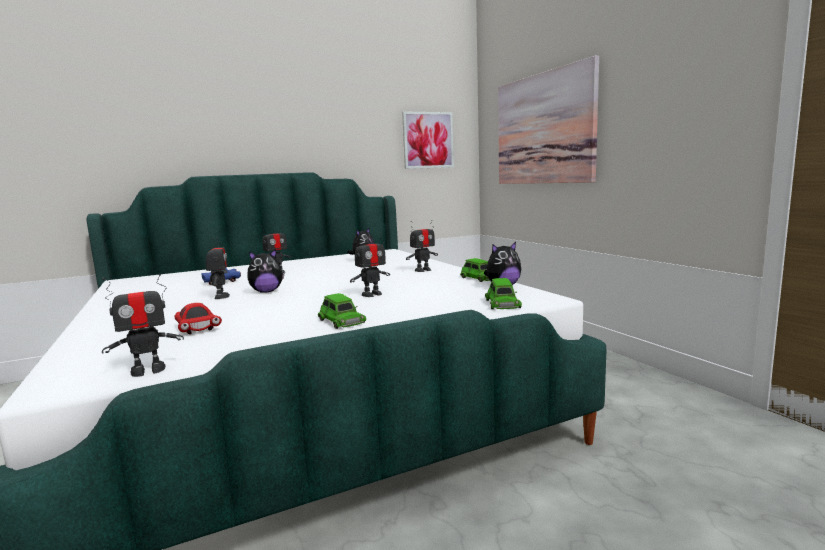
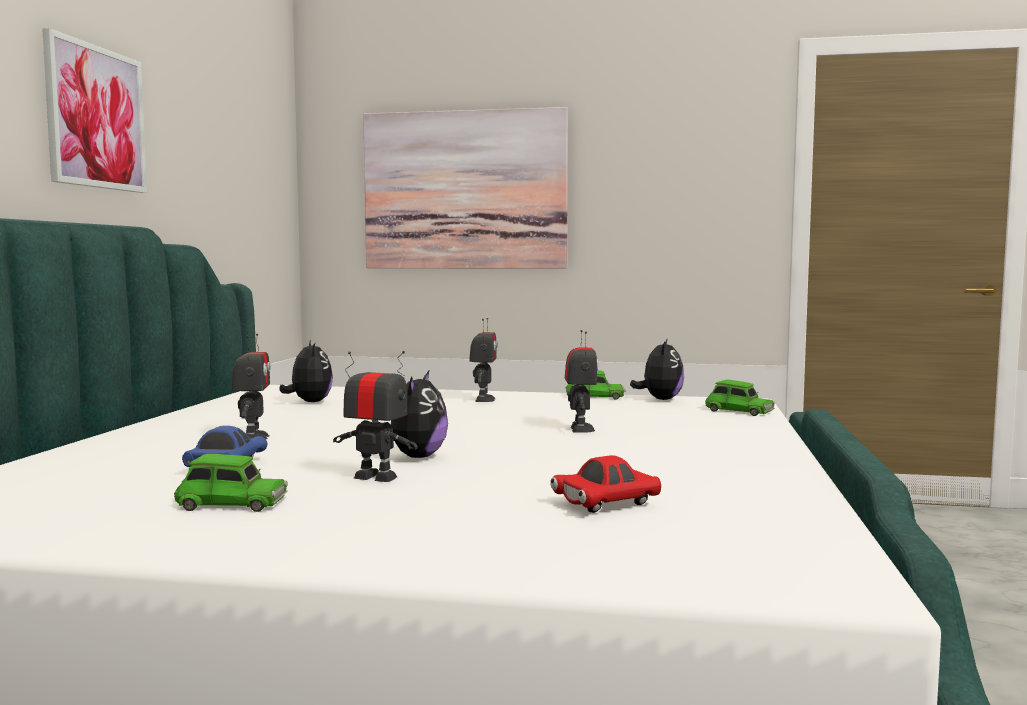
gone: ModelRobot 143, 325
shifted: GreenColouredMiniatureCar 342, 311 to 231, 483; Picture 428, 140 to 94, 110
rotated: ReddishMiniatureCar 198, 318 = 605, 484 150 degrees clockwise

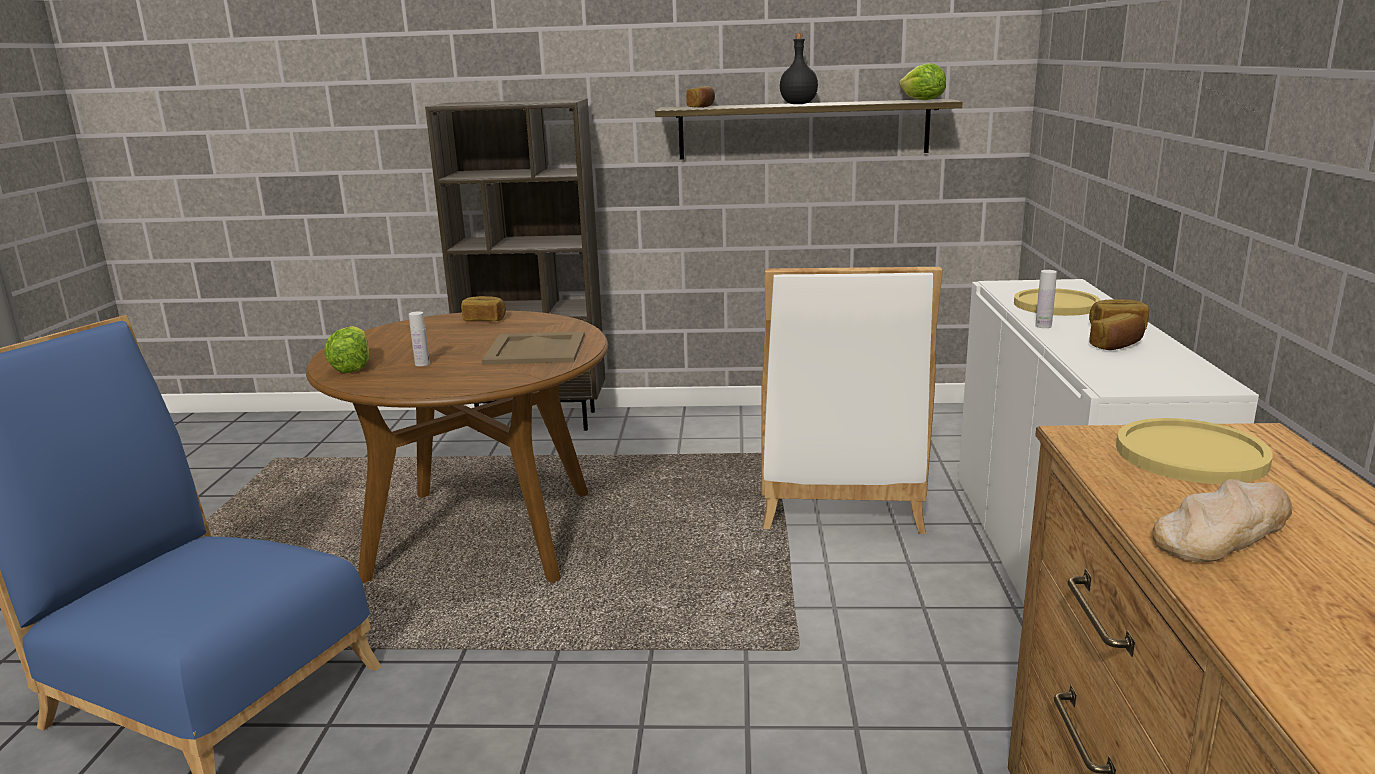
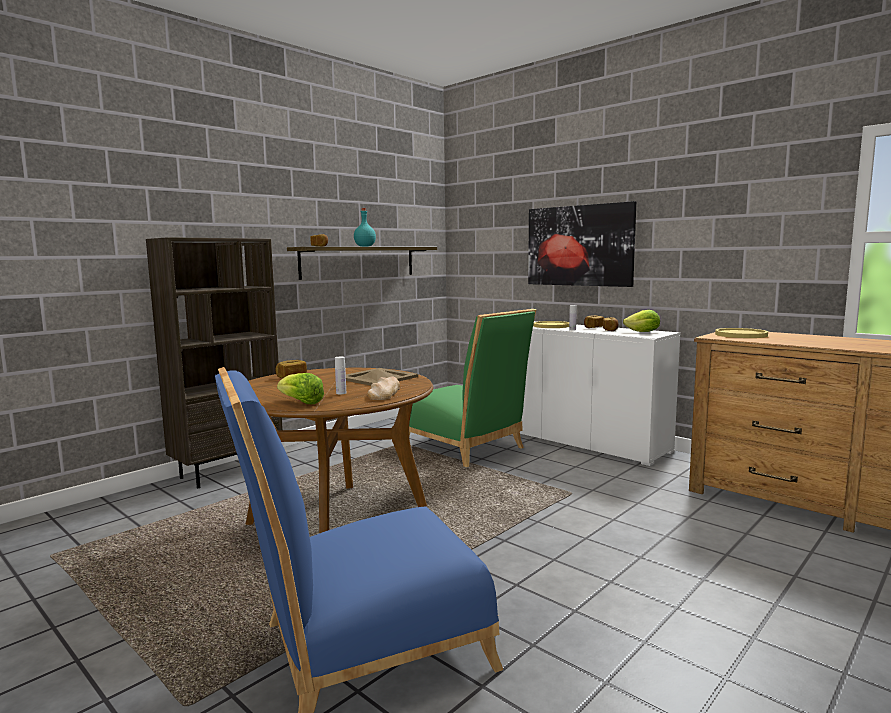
new: Picture 582, 244
shifted: HeadOfLettuce 922, 81 to 641, 321; BakeryBread 1222, 520 to 383, 388
repainted: WhiteColouredUprightChair 852, 400 to GreenColouredUprightChair 472, 388; BlackColouredBottle 799, 68 to TurquoiseColouredBottle 365, 227

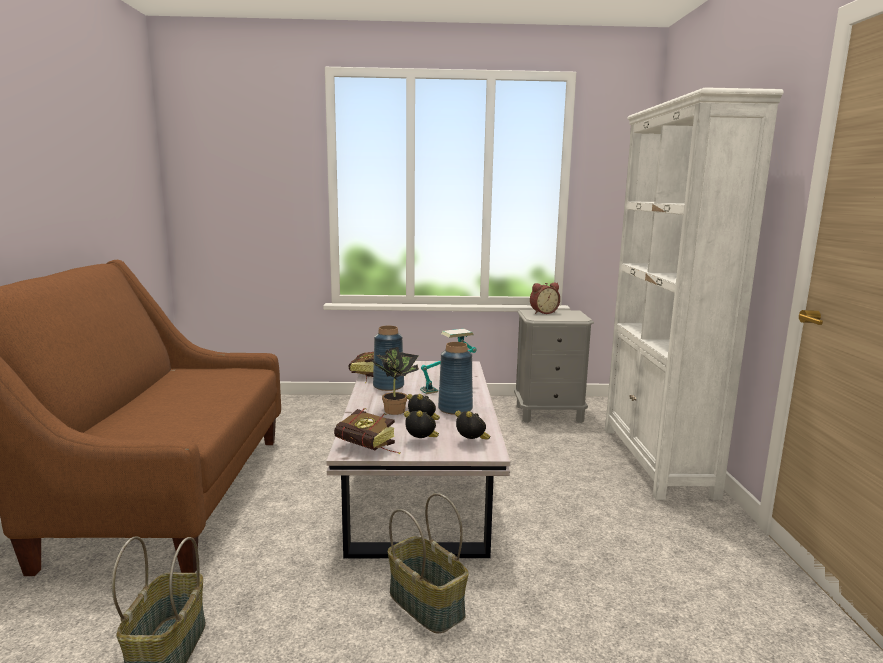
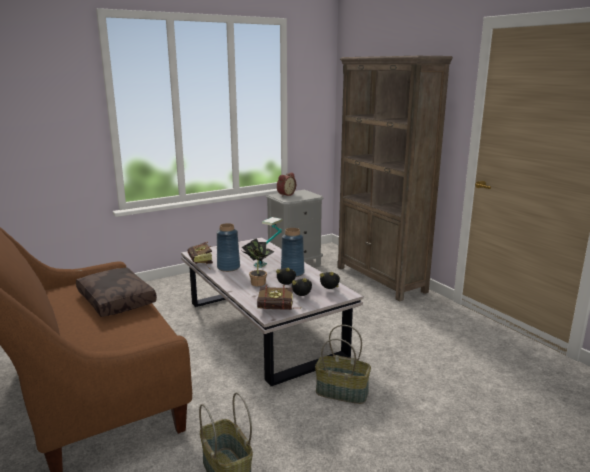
new: BrownishThrowPillow 116, 292
repainted: WhiteColouredShelvingUnit 694, 293 to BrownishShelvingUnit 395, 179

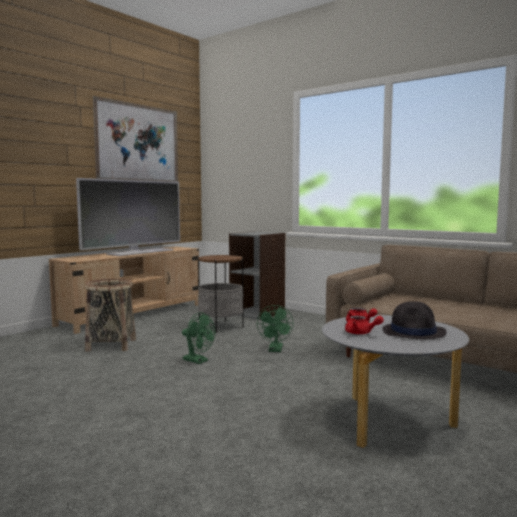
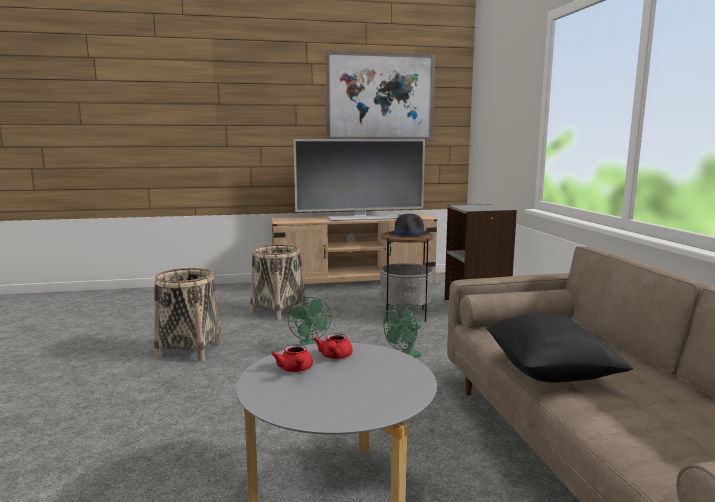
new: StorageBasket 188, 315; BlackColouredThrowPillow 560, 348
shifted: BlackColouredClothingHat 414, 320 to 409, 225

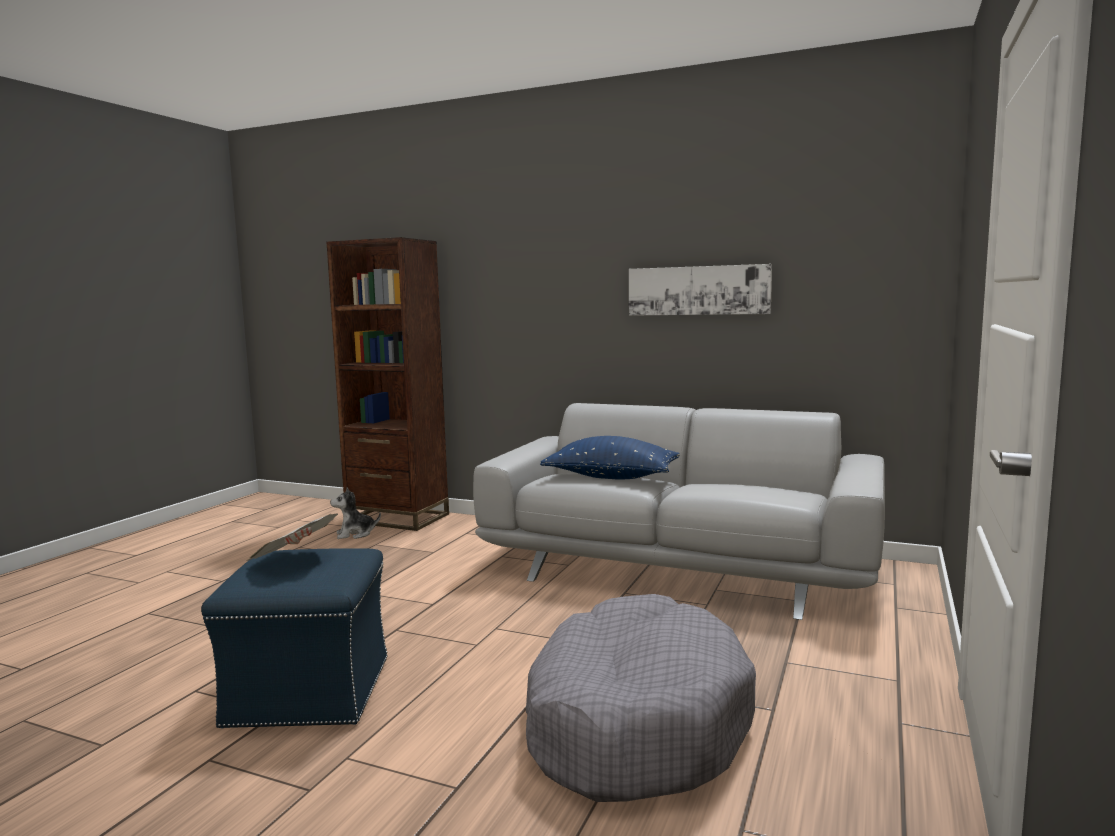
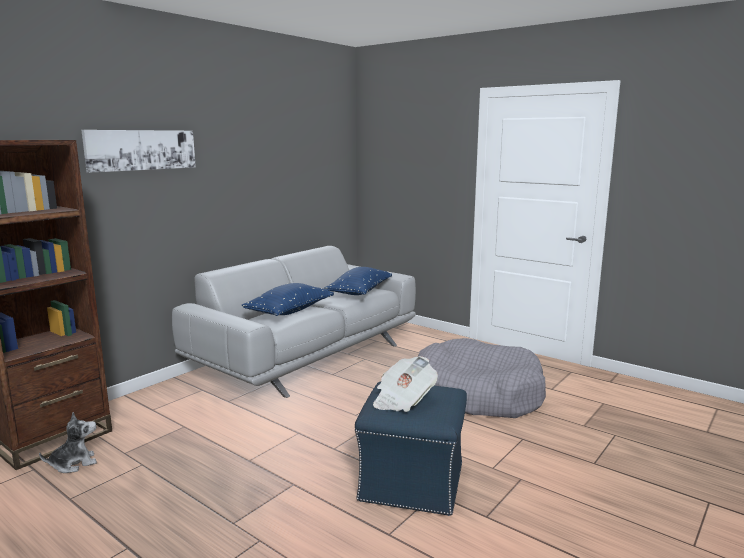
new: BlueThrowPillow 358, 281
shifted: Picture 700, 290 to 139, 151
rotated: PlushToy 355, 513 = 68, 442 120 degrees counterclockwise

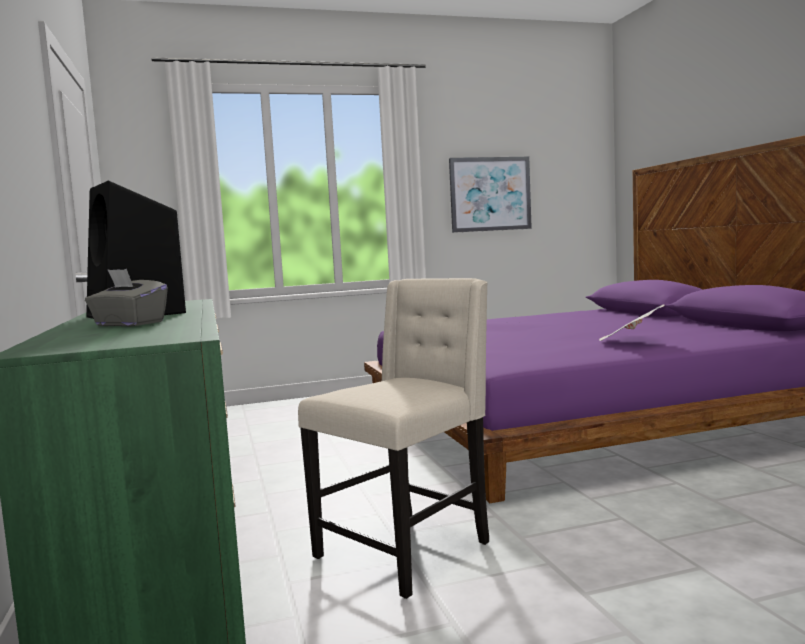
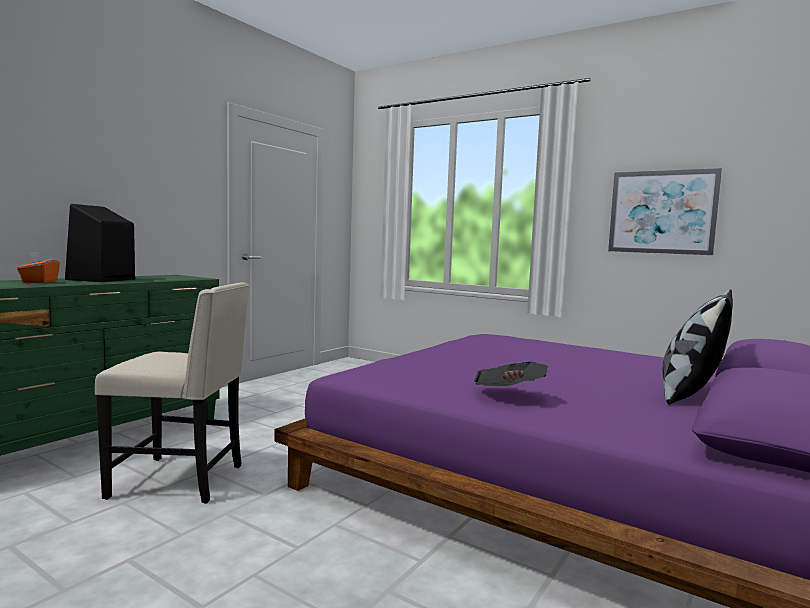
new: ThrowPillow 697, 347
repainted: GreyishBoxOfTissues 126, 297 to OrangeBoxOfTissues 38, 267

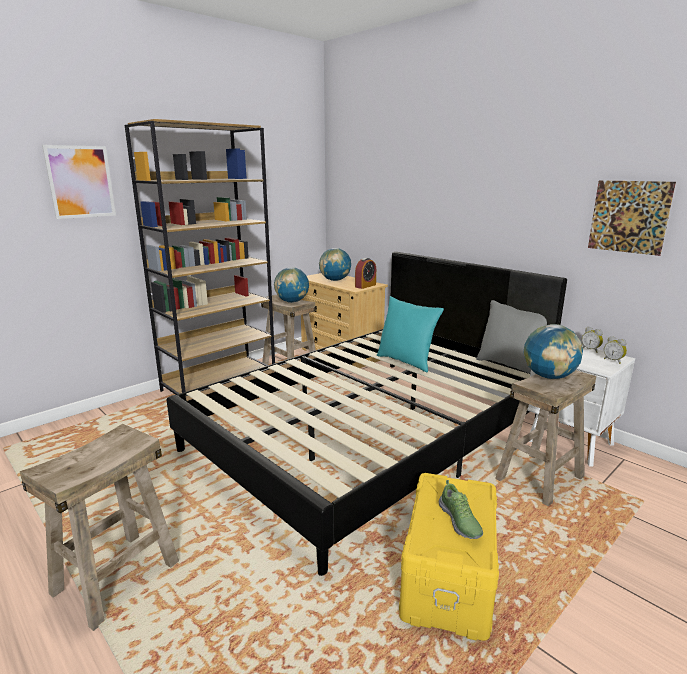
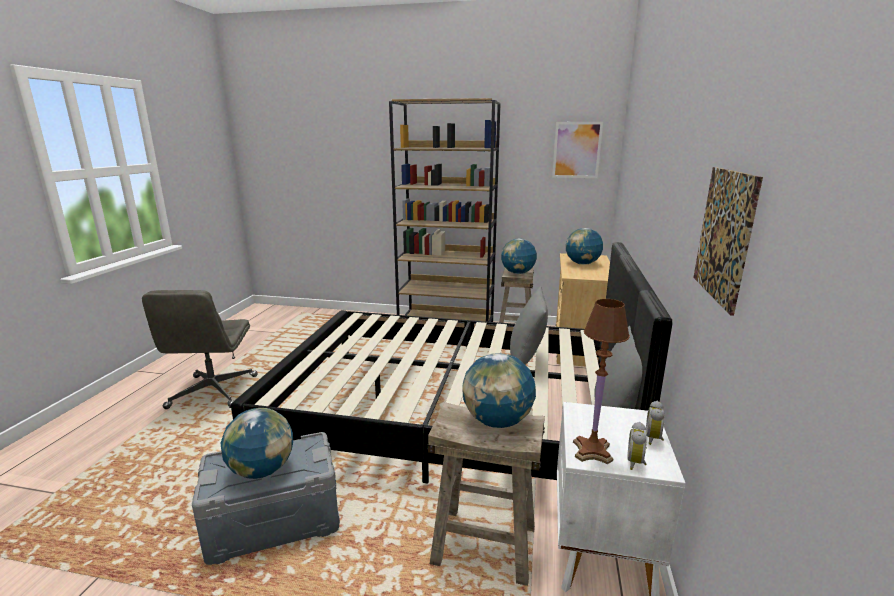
gone: BedsideClock 365, 273
new: BrownishTabletopLamp 601, 381
shifted: Picture 79, 182 to 577, 150
swapped: BeigeColouredStoolSeat 99, 527 to GreyishComputerChair 200, 349; LowShoe 461, 509 to DeskGlobe 256, 443
repainted: TurquoiseColouredThrowPillow 410, 334 to GreyishThrowPillow 529, 325; YellowColouredStorageBox 449, 557 to GreyishStorageBox 266, 498

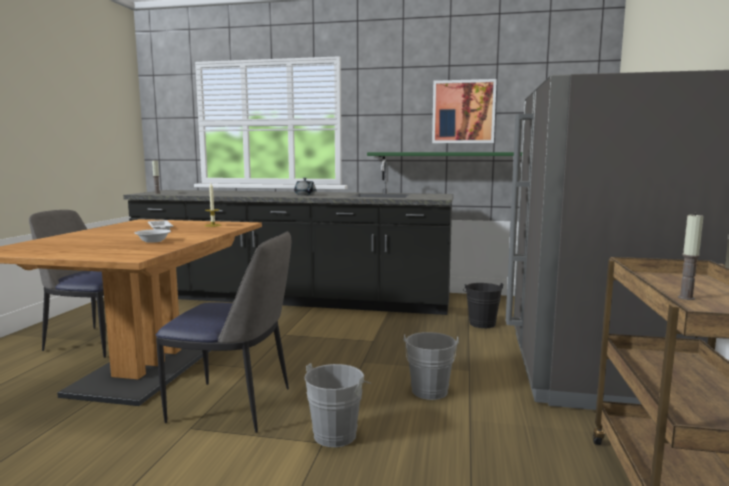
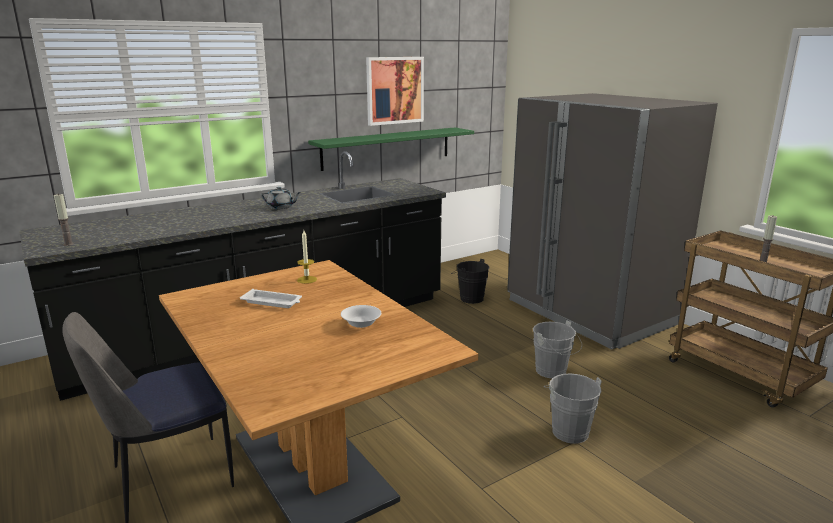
gone: UprightChair 223, 332

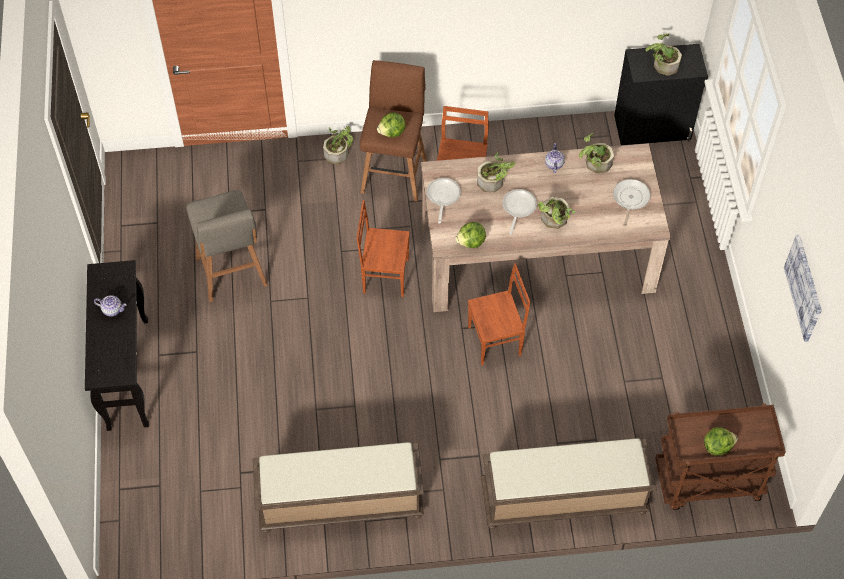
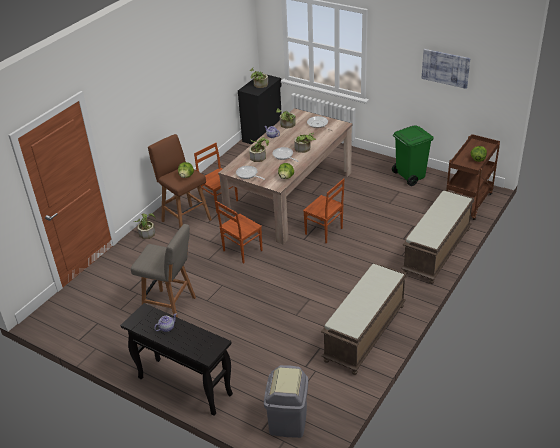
new: GreyishRubbishBin 286, 401; GreenColouredRubbishBin 412, 155
rotated: BrownishUprightChair 499, 314 = 323, 211 105 degrees clockwise

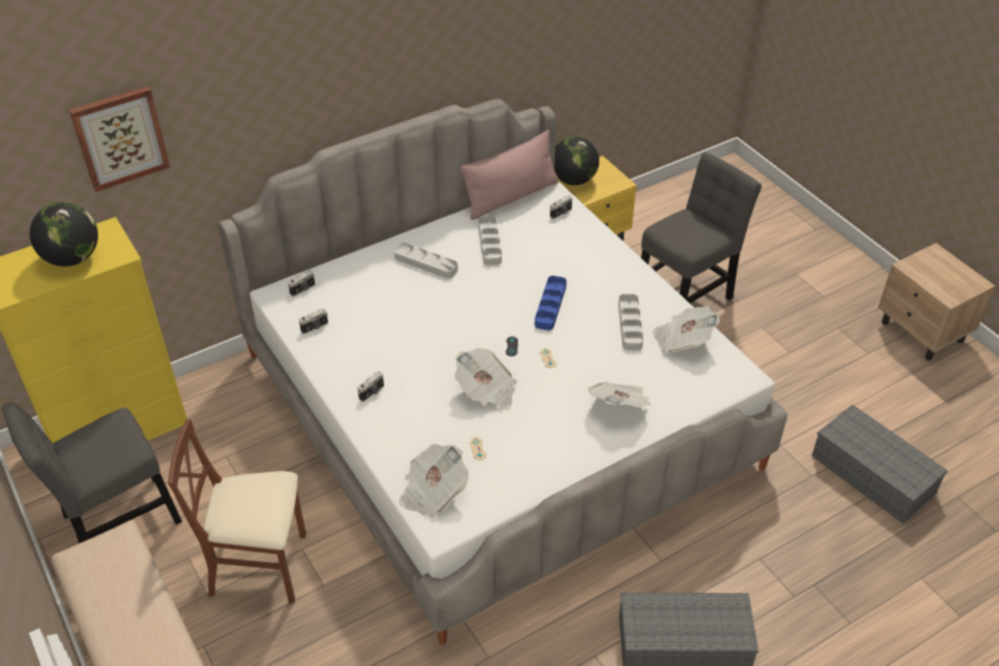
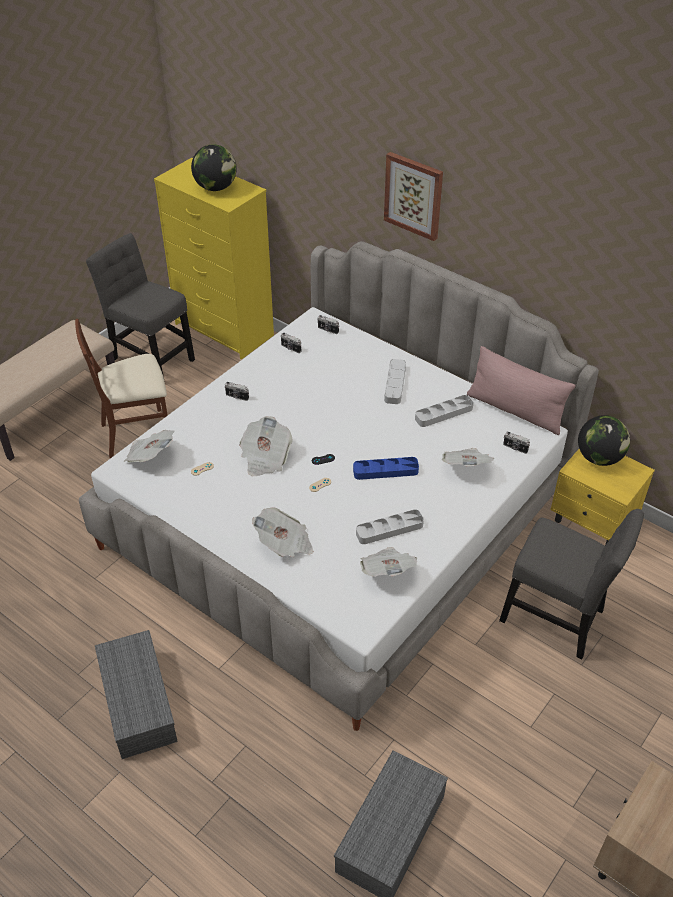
new: Newspaper 468, 457
shifted: Picture 119, 139 to 413, 196
rotated: BrownishUprightChair 237, 510 = 121, 388 90 degrees counterclockwise

